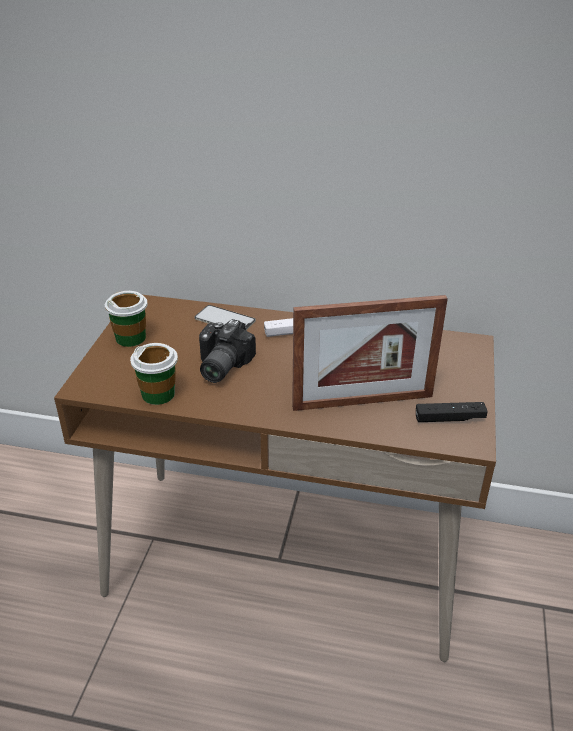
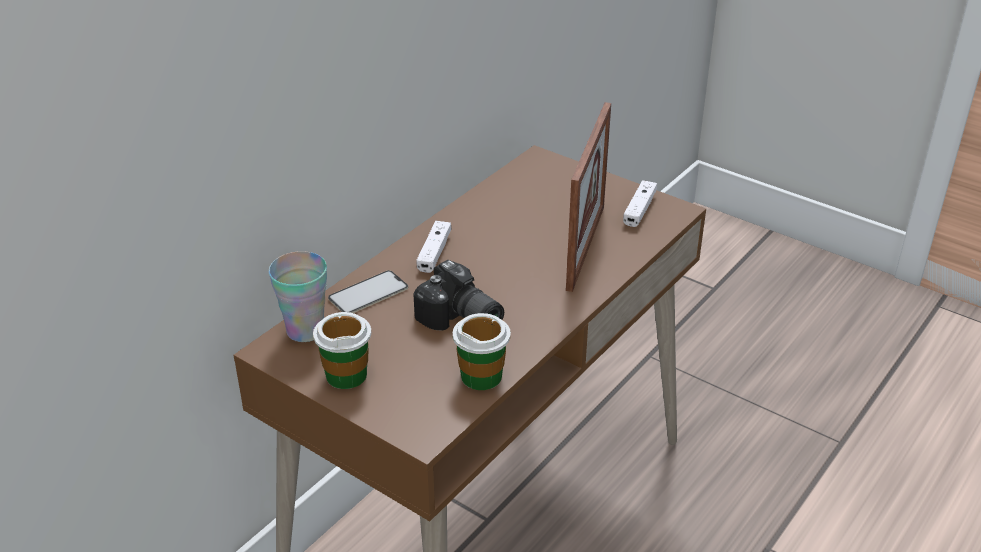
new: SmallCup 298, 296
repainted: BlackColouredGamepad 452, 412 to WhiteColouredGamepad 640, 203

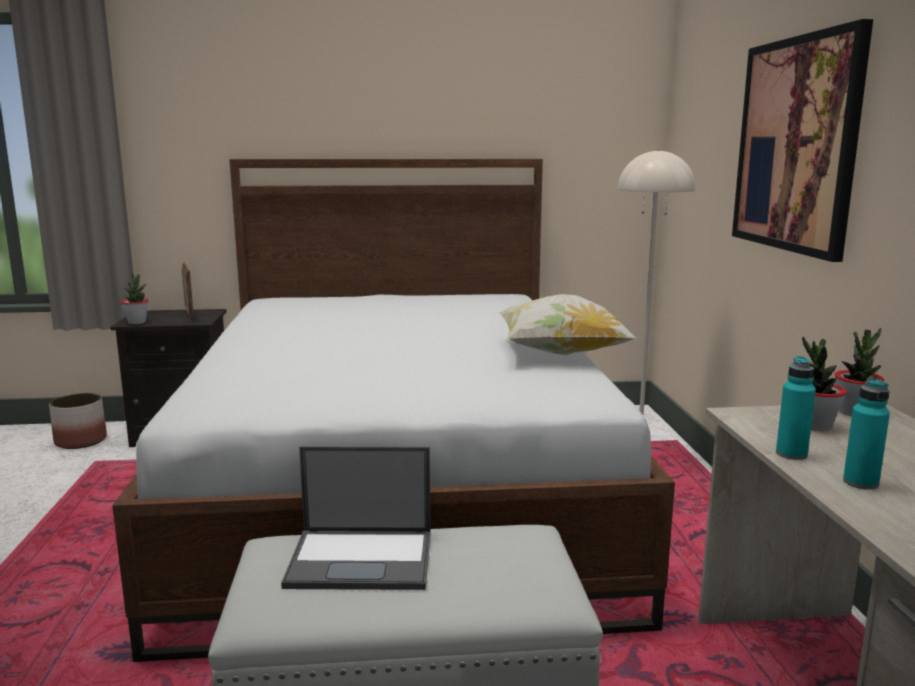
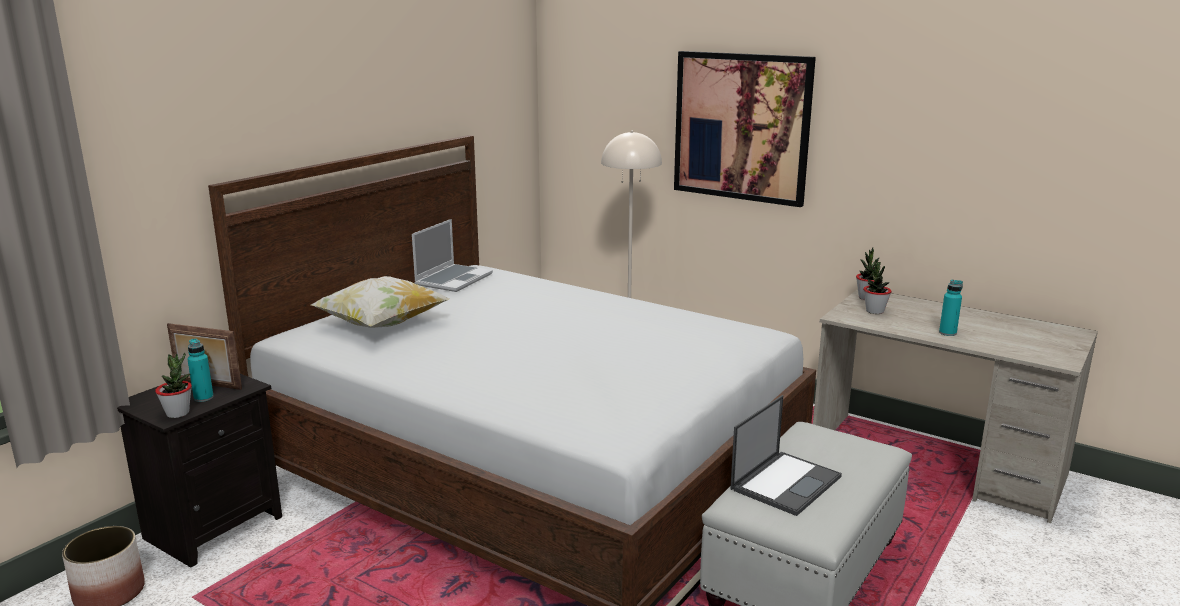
new: Laptop 452, 255
shifted: ThrowPillow 567, 324 to 380, 302; TurquoiseColouredBottle 796, 408 to 200, 370

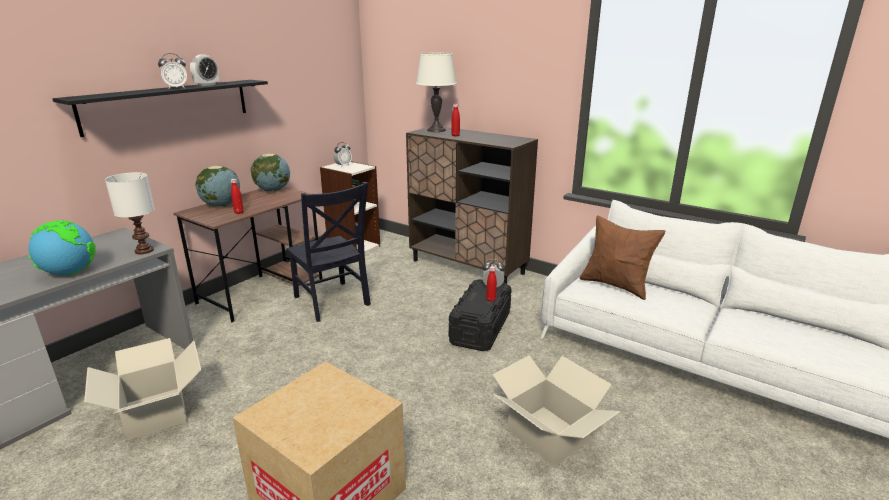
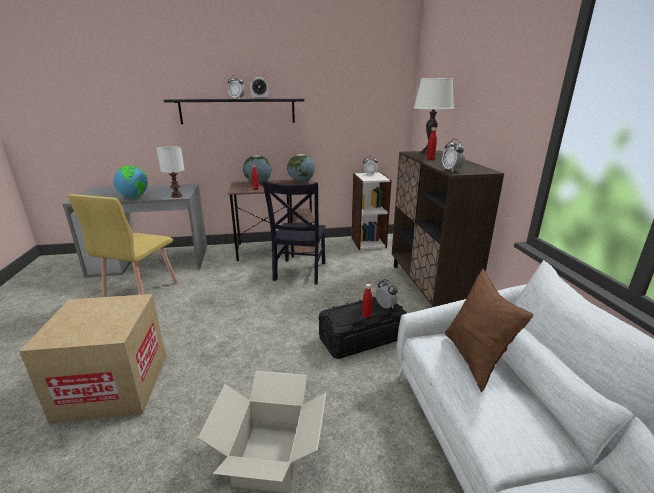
new: BedsideClock 453, 155
swapped: CardboardBox 142, 389 to YellowColouredUprightChair 123, 245

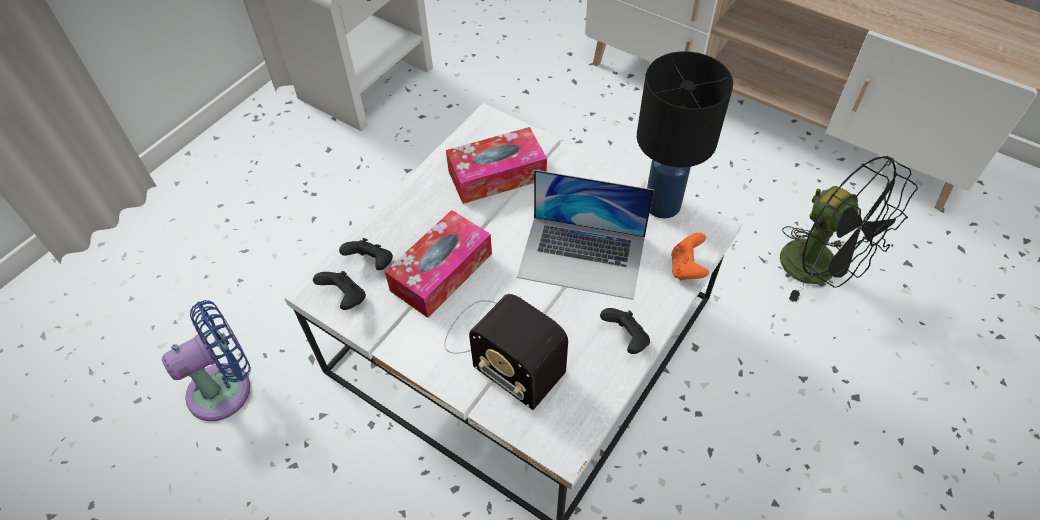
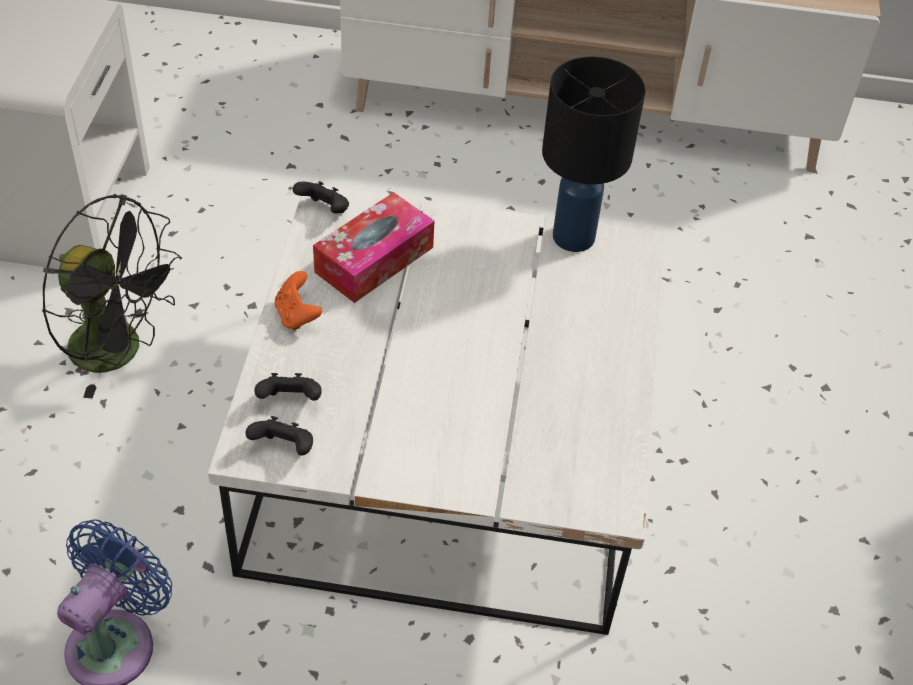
gone: BoxOfTissues 438, 264; RadioReceiver 506, 352; Laptop 585, 235
shifted: BlackColouredGamepad 625, 331 to 321, 197; OrangeGamepad 690, 256 to 298, 301; BlackColouredElectricFan 849, 228 to 112, 296

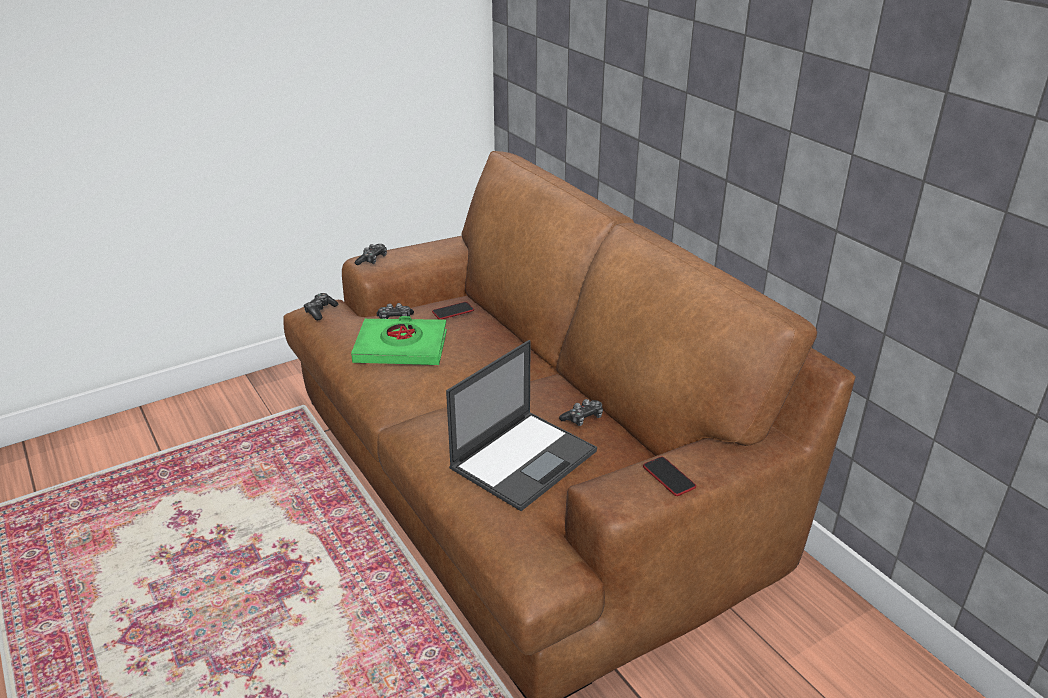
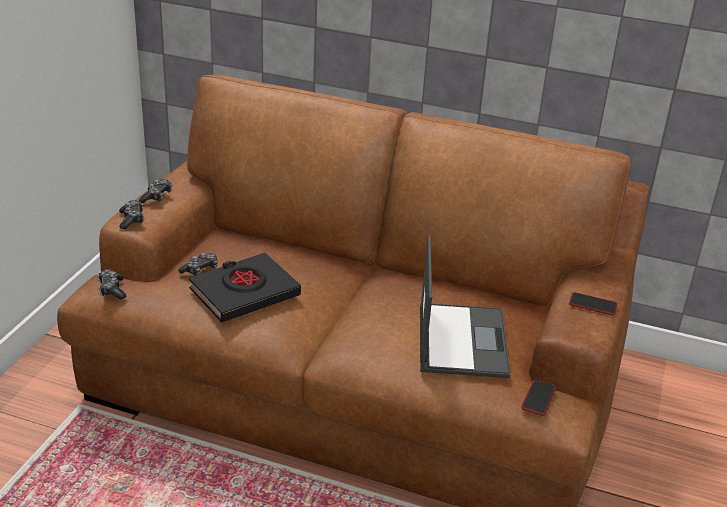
shifted: Telephone 453, 311 to 538, 398; Gamepad 581, 412 to 155, 191
repainted: GreenColouredVolume 399, 340 to BlackColouredVolume 245, 287

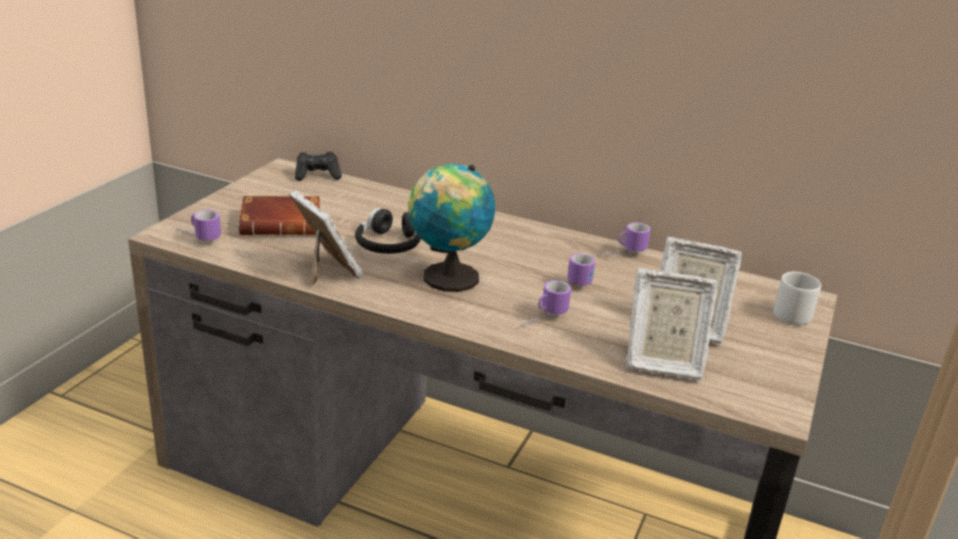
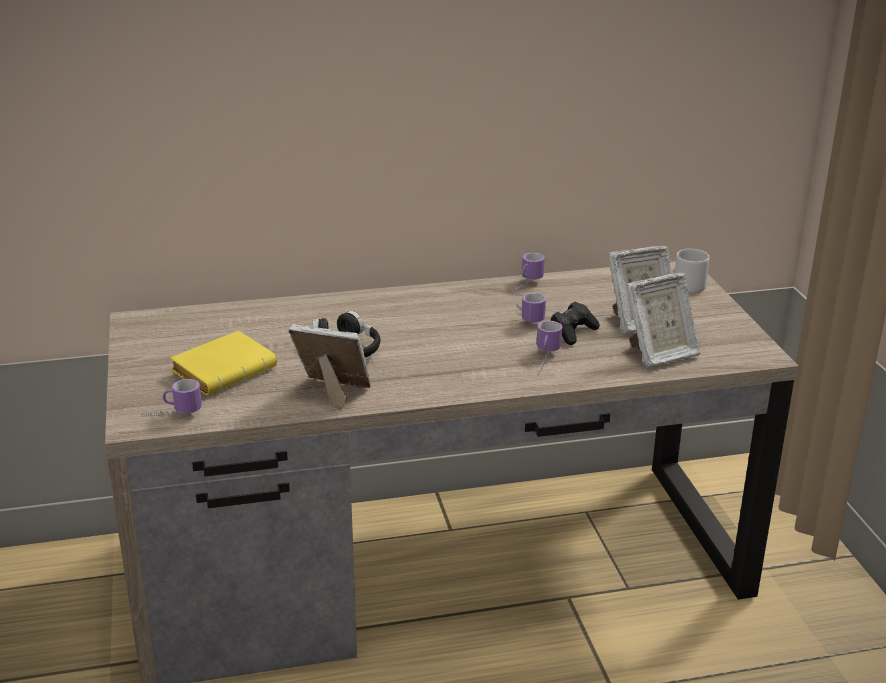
gone: DeskGlobe 451, 228
shifted: BlackColouredGamepad 318, 166 to 575, 323
repainted: BrownishVolume 279, 215 to YellowColouredVolume 223, 363

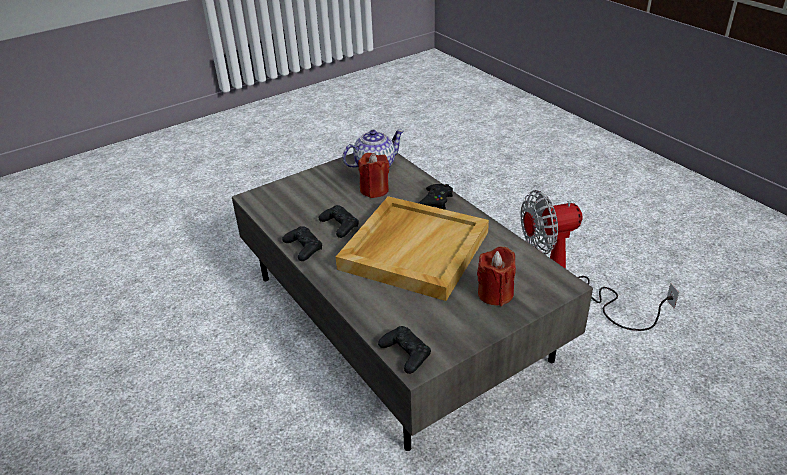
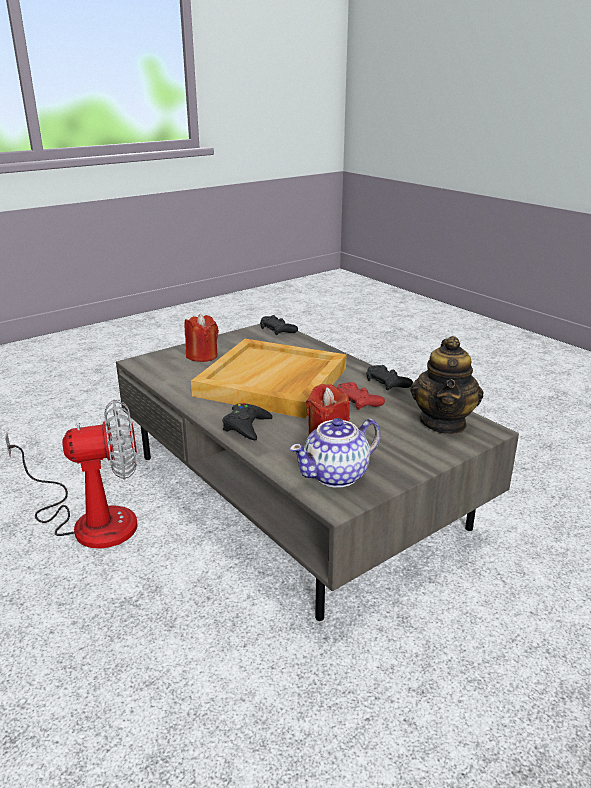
new: TeaPot 447, 385
repainted: BlackColouredGamepad 339, 221 to ReddishGamepad 361, 396

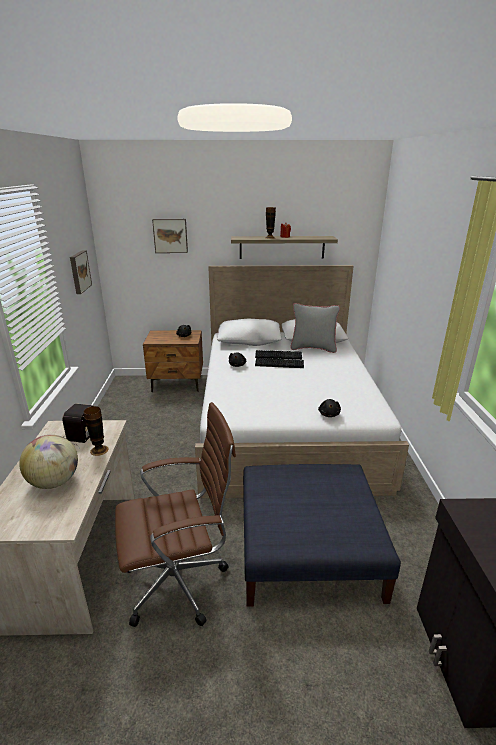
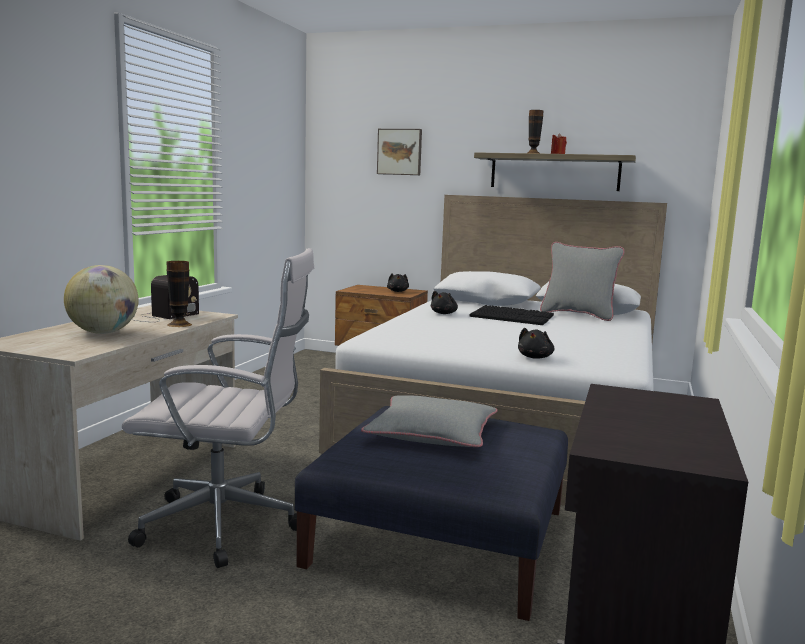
gone: Picture 81, 272
new: GreyishThrowPillow 429, 421
repainted: BrownishComputerChair 175, 514 to WhiteColouredComputerChair 218, 408

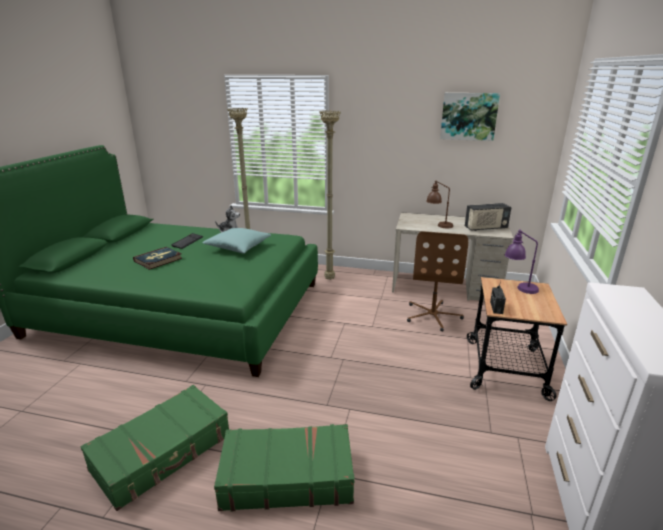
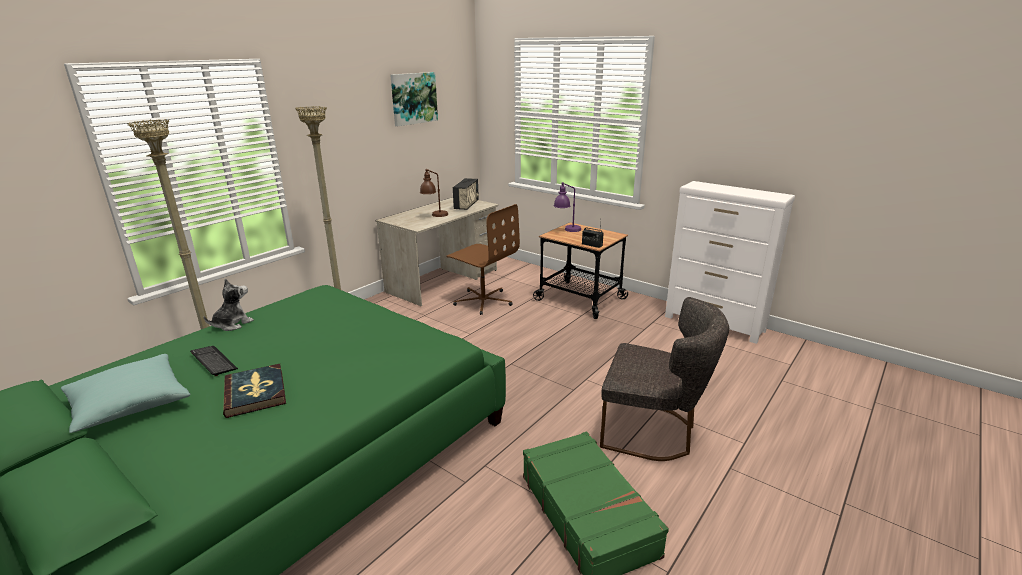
shifted: TurquoiseColouredThrowPillow 237, 241 to 125, 393
swapped: GreenColouredPieceOfLuggage 284, 467 to GreyishUprightChair 664, 379

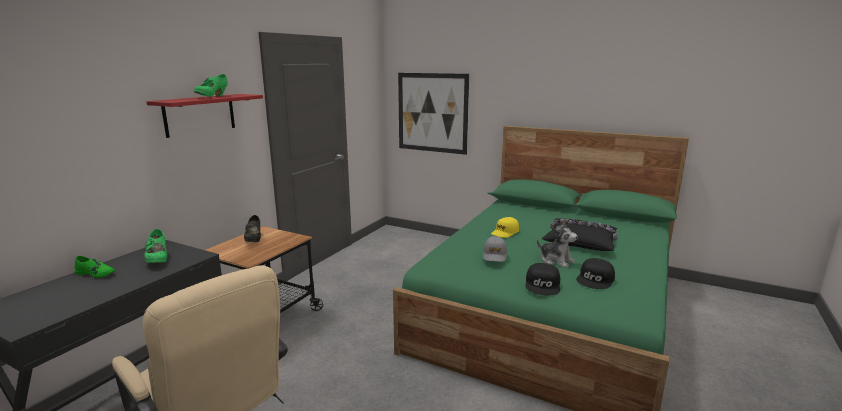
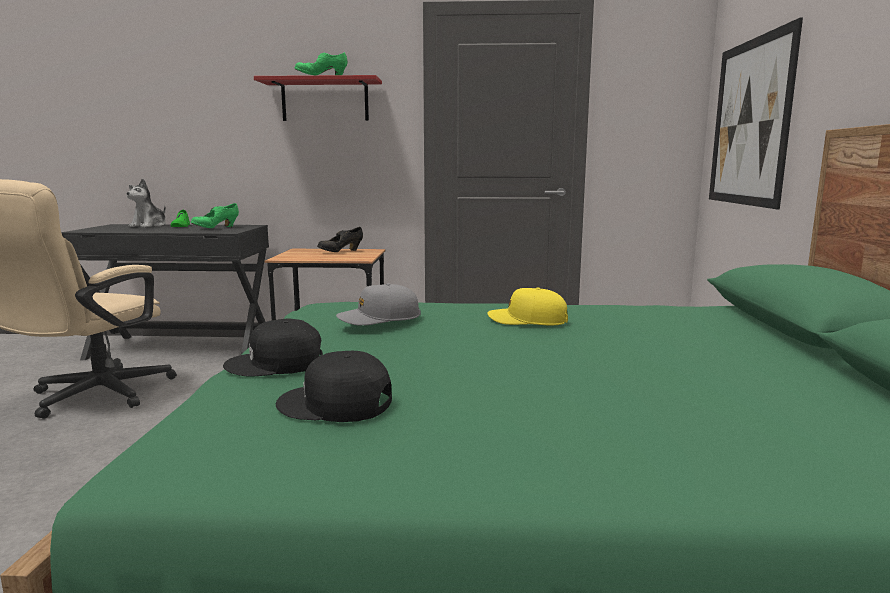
gone: BlackColouredThrowPillow 580, 235
shifted: PlushToy 557, 244 to 146, 203

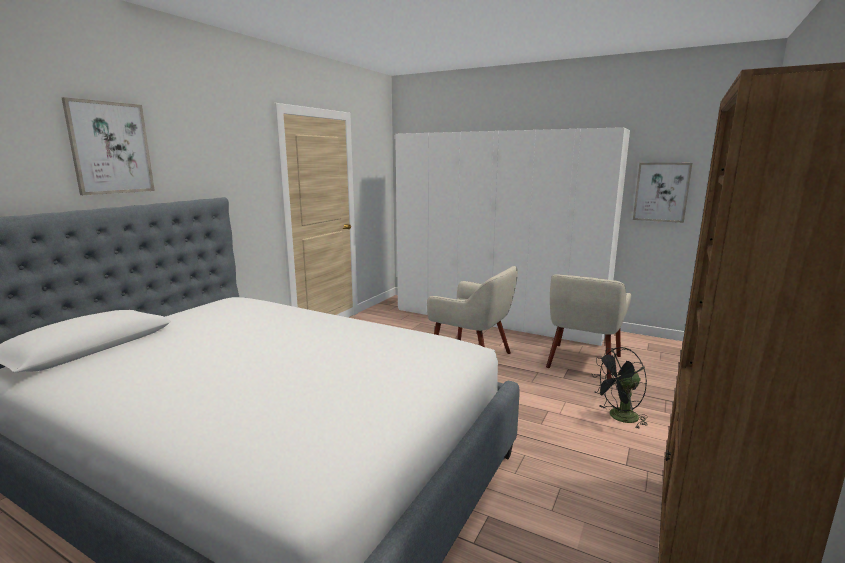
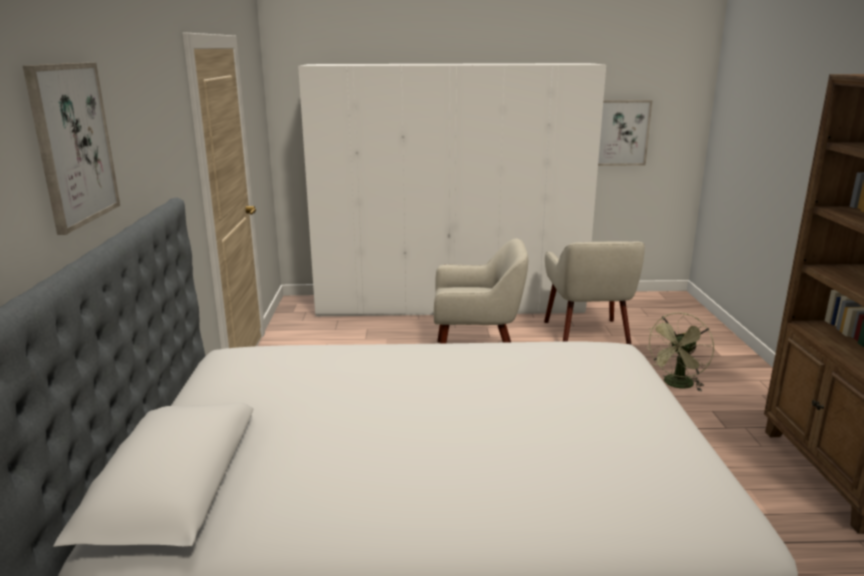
repainted: BlackColouredElectricFan 620, 388 to GreenColouredElectricFan 680, 351

